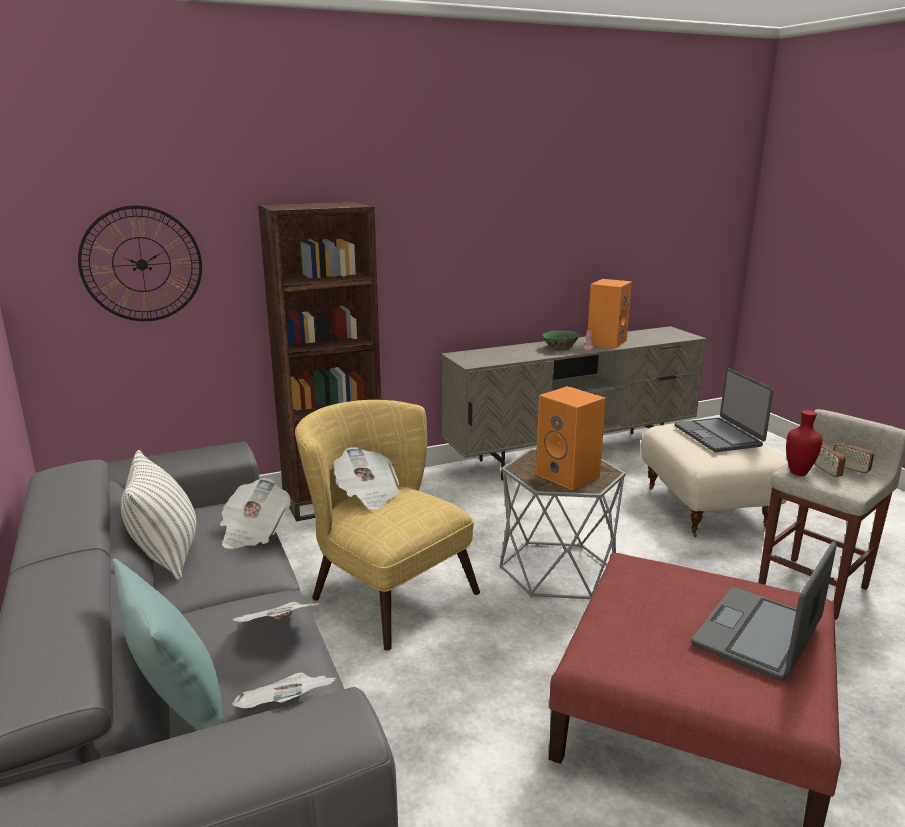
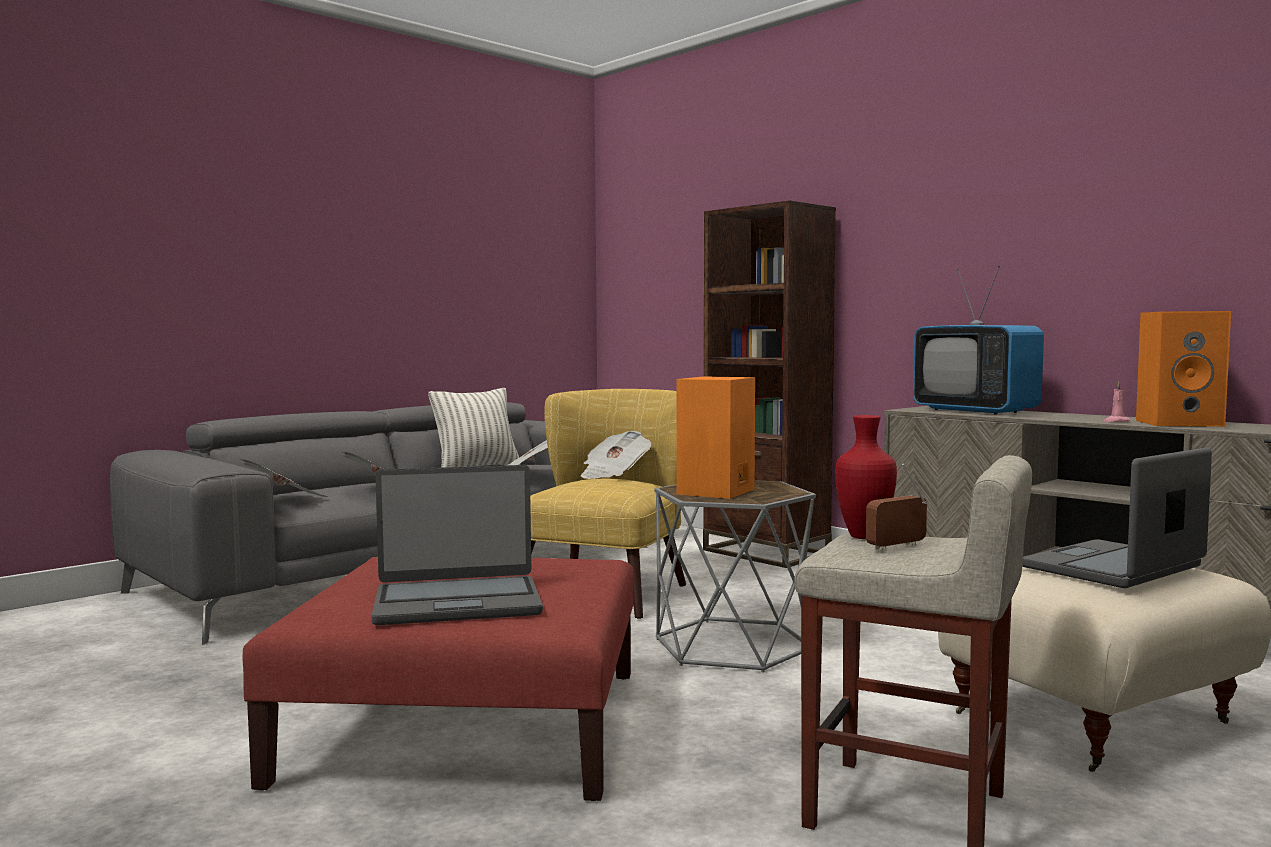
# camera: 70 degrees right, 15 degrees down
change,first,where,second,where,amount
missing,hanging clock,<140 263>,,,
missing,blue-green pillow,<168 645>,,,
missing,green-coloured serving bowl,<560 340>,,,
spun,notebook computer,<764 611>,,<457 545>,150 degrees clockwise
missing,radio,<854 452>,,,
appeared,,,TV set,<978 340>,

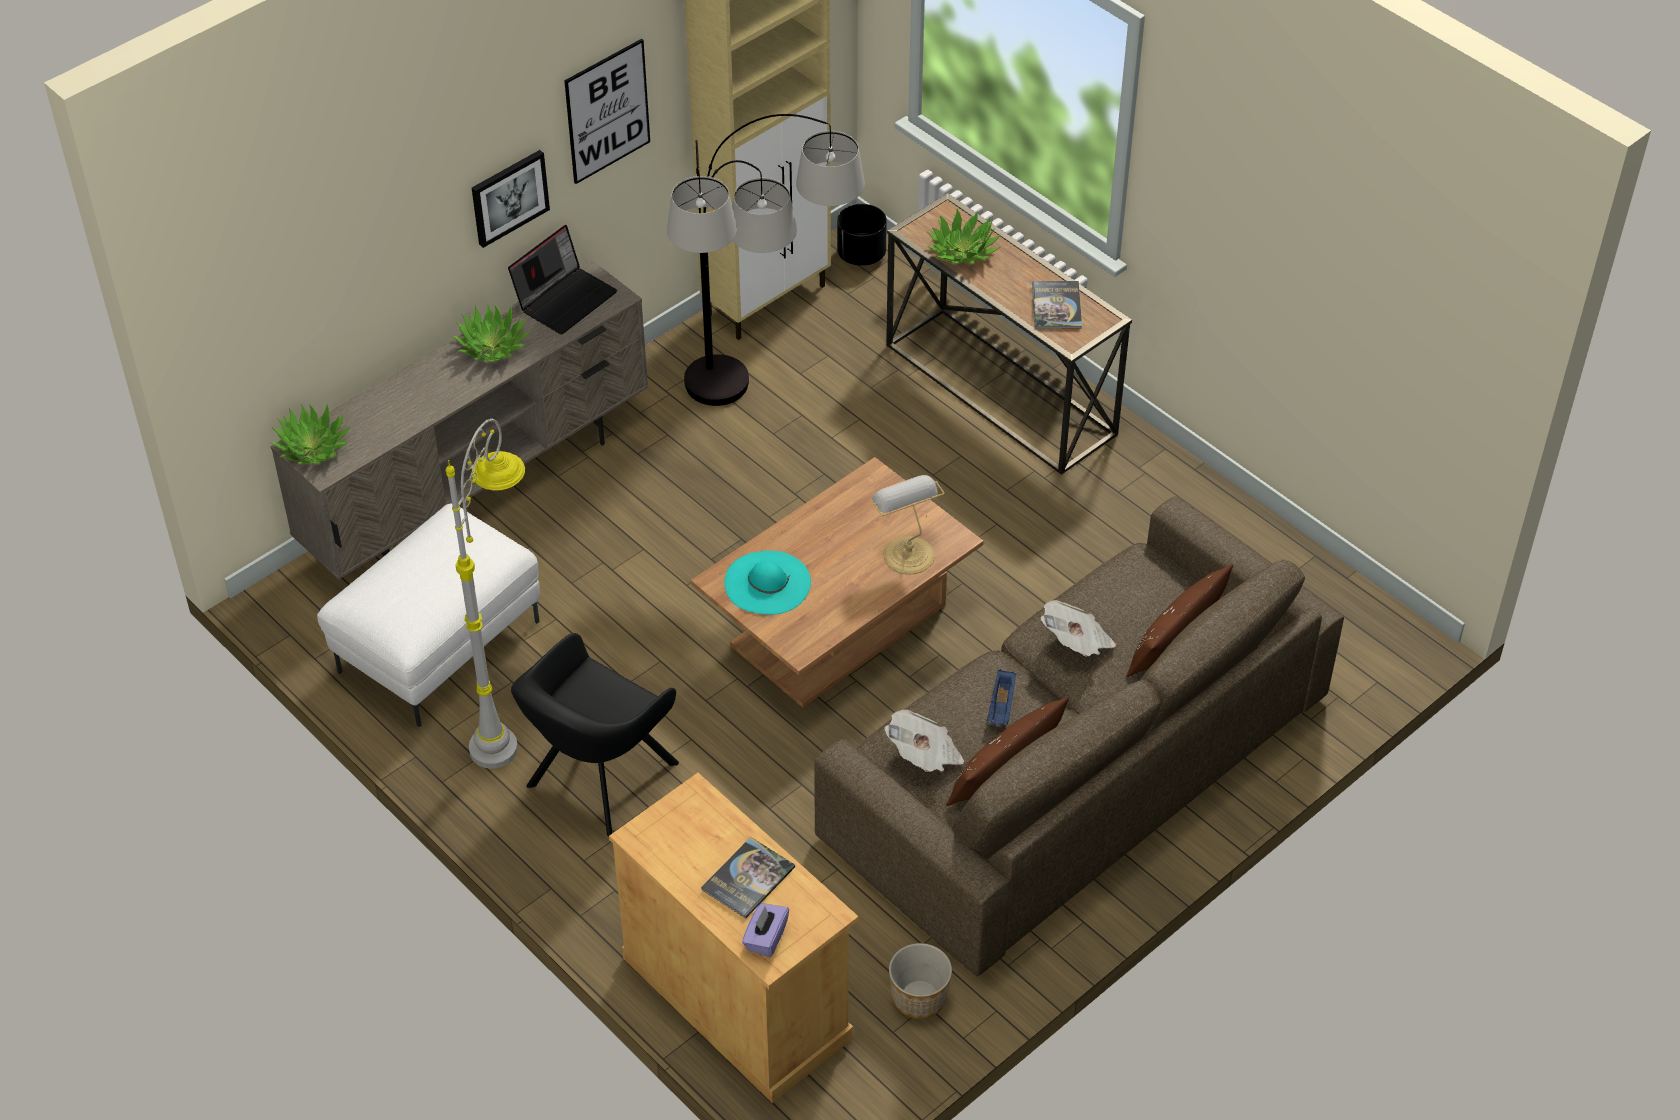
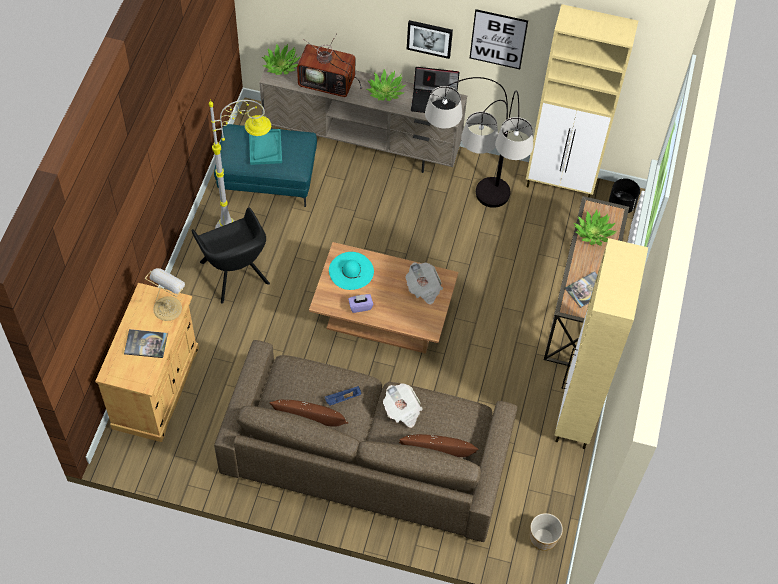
# camera: 55 degrees right, 10 degrees up
change,first,where,second,where,amount
colour,whitish footrest,<428 615>,blue-green footrest,<265 165>,
spun,black lounge chair,<595 735>,,<231 256>,120 degrees counterclockwise
relocated,purplish tissue box,<765 930>,,<361 303>,
relocated,table lamp,<908 525>,,<165 294>,
relocated,daily paper,<924 741>,,<424 283>,
relocated,plant pot,<920 981>,,<546 532>,
appeared,,,blue-green tray,<265 147>,
appeared,,,TV set,<329 65>,
appeared,,,sand-coloured cupboard,<601 343>,

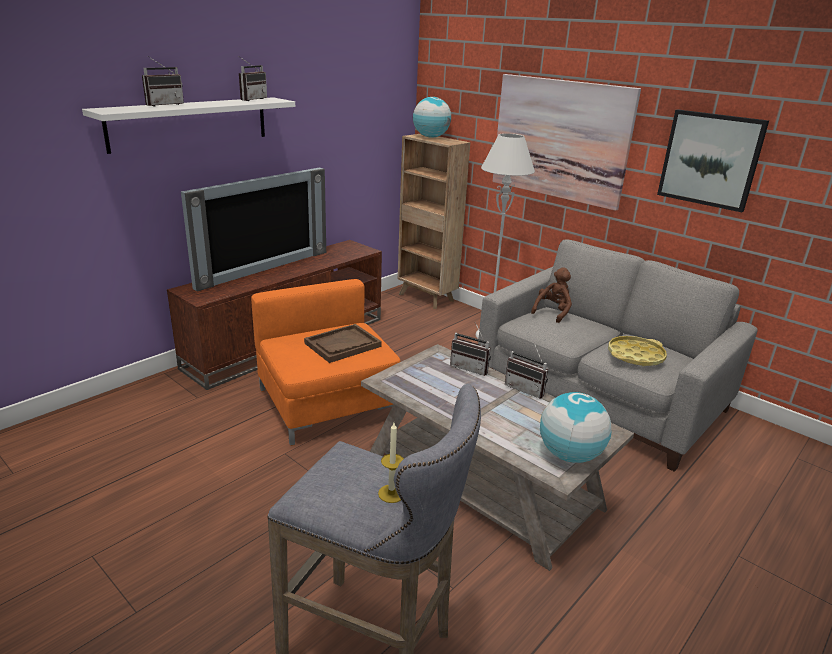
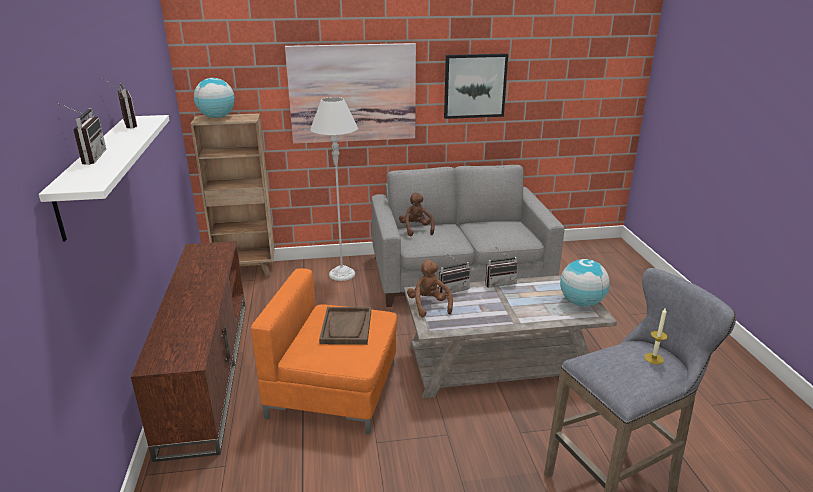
# camera: 50 degrees left, 0 degrees up
change,first,where,second,where,amount
missing,TV set,<253 229>,,,
missing,yellow-coloured tray,<637 351>,,,
appeared,,,brownish cuddly toy,<430 289>,

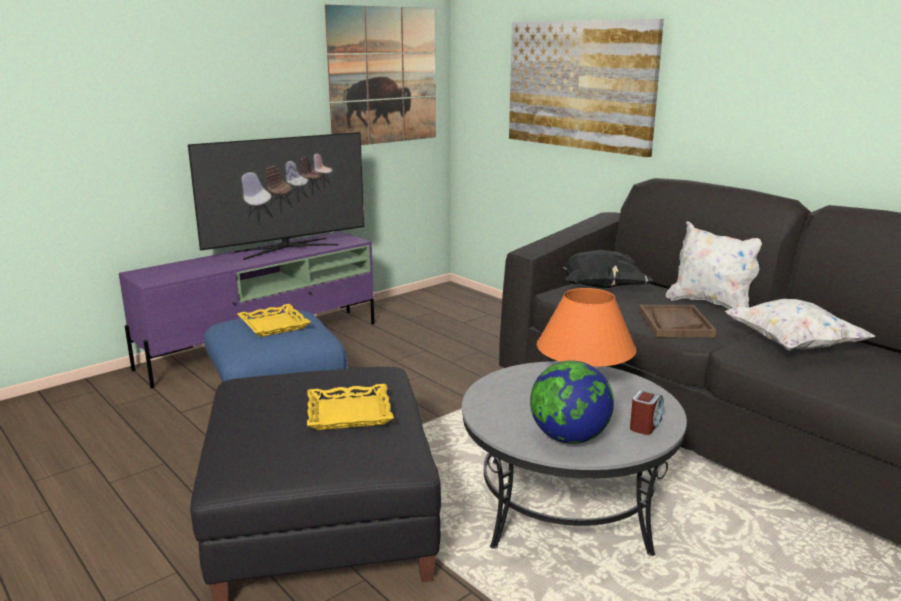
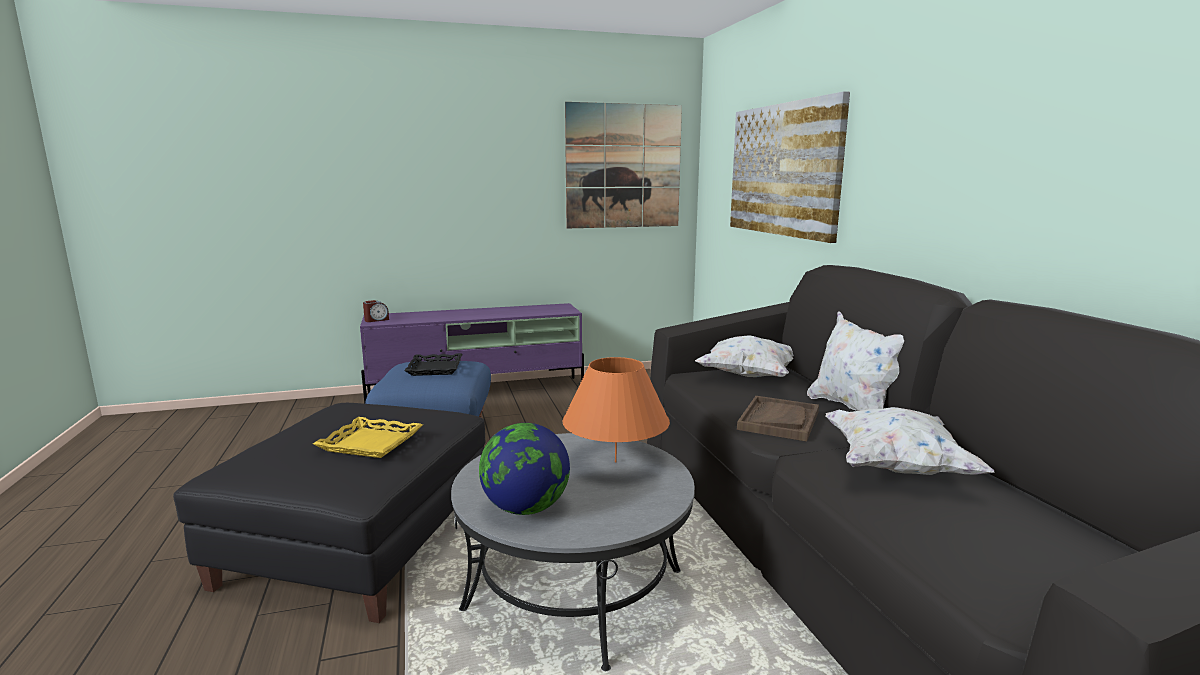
# camera: 25 degrees right, 5 degrees down
change,first,where,second,where,amount
missing,TV set,<276 196>,,,
colour,yellow-coloured tray,<274 320>,black tray,<433 364>,
colour,black pillow,<608 269>,whitish pillow,<744 356>,
relocated,table clock,<647 412>,,<376 311>,

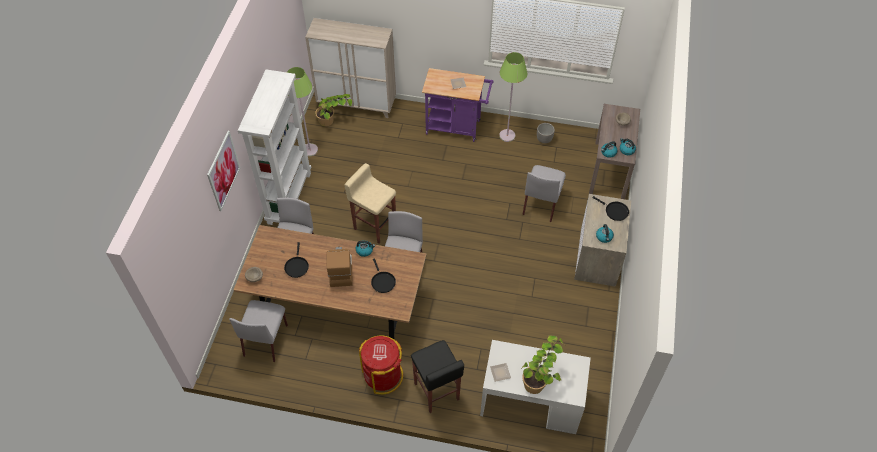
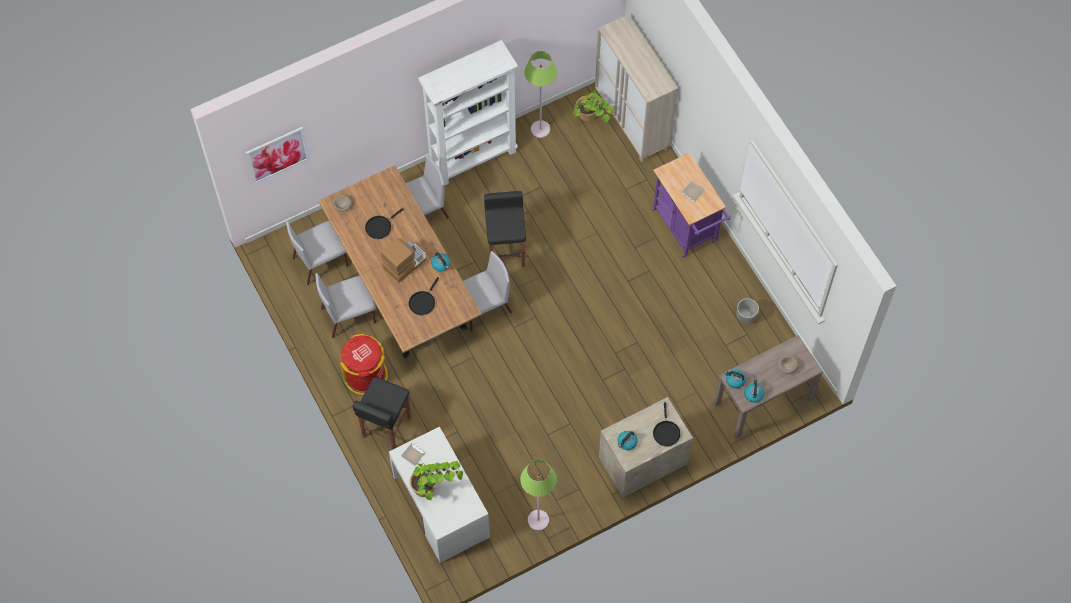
# camera: 50 degrees right, 10 degrees up
change,first,where,second,where,amount
relocated,wall art,<223 171>,,<278 155>,
colour,sand-coloured sitting stool,<370 203>,black sitting stool,<505 229>,
relocated,green-coloured standard lamp,<513 97>,,<538 495>,
relocated,greyish plain chair,<544 193>,,<345 305>,

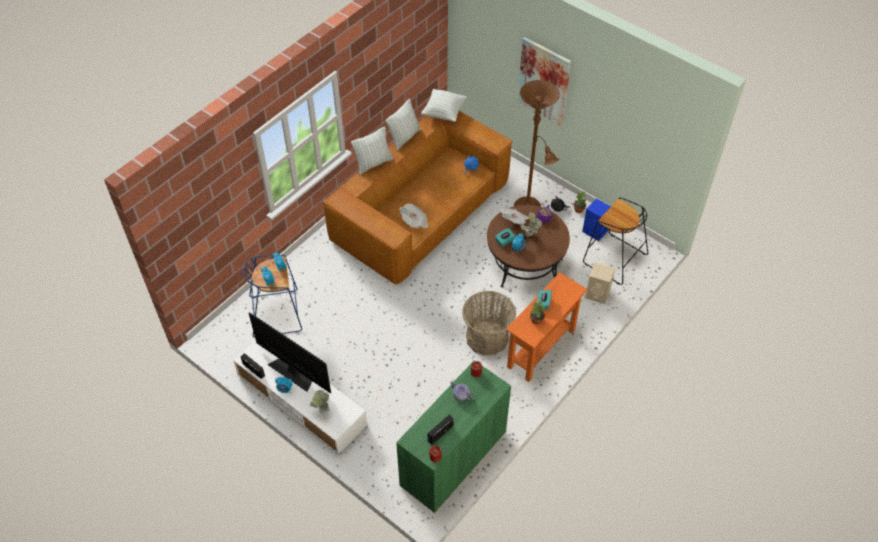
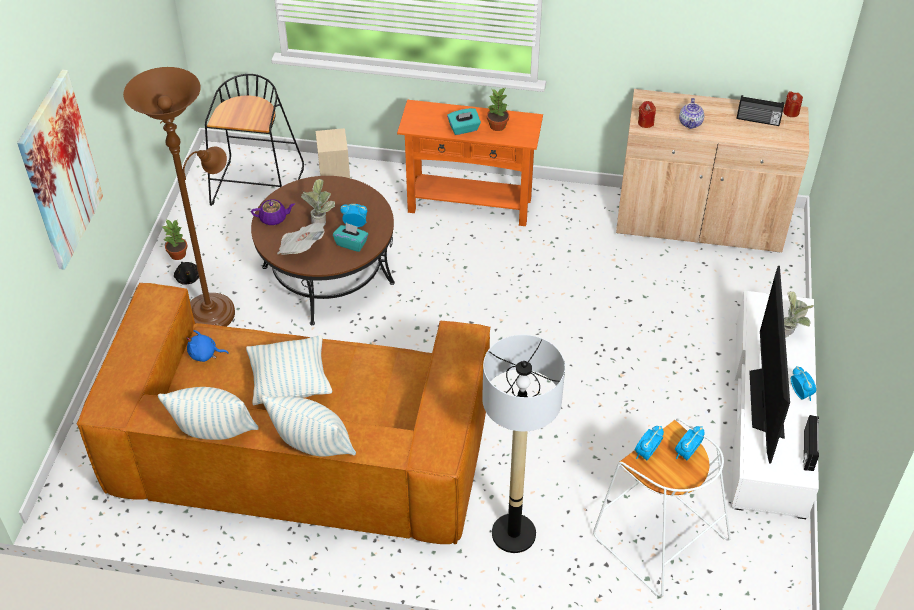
# camera: 120 degrees left, 5 degrees down
change,first,where,second,where,amount
colour,bluish sitting stool,<272 296>,whitish sitting stool,<662 507>,
colour,green-coloured cupboard,<453 436>,sand-coloured cupboard,<712 170>,
missing,daily paper,<414 215>,,,
relocated,pillow,<444 105>,,<289 370>,
missing,basket,<489 323>,,,
missing,bluish loudspeaker,<596 219>,,,
appeared,,,standard lamp,<523 444>,

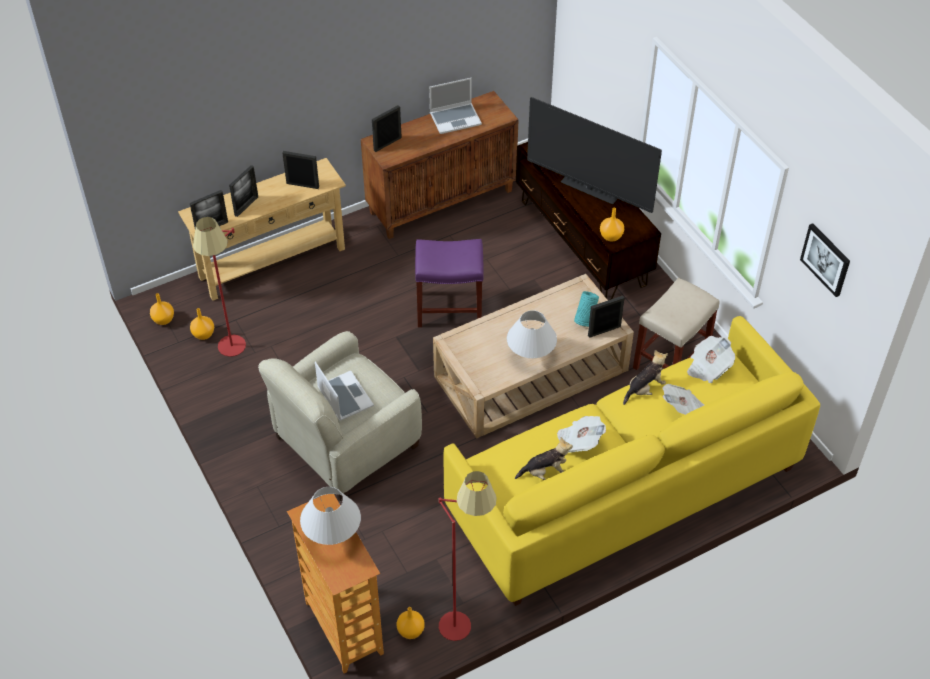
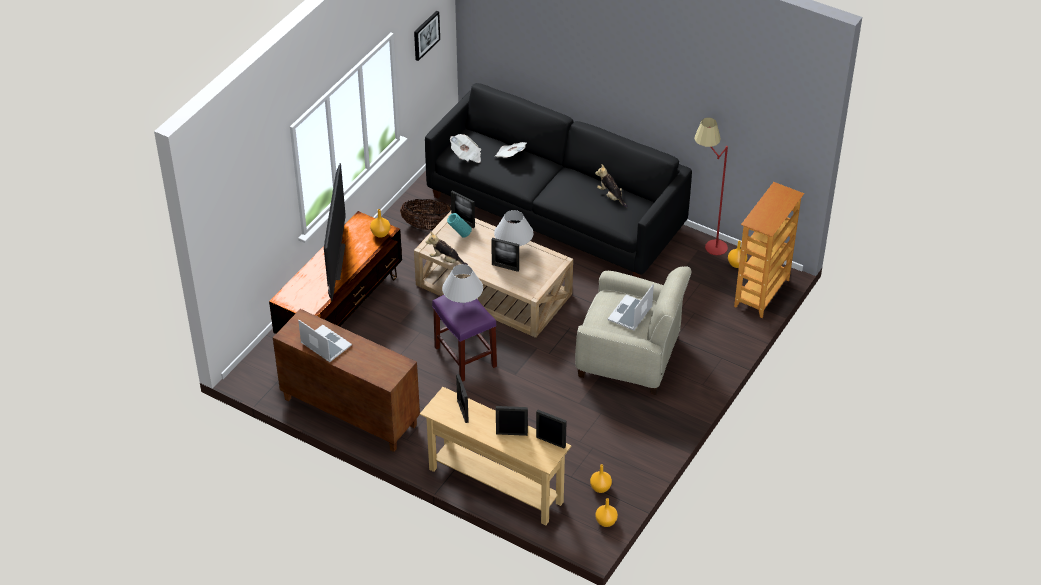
# camera: 120 degrees left, 5 degrees down
change,first,where,second,where,amount
missing,reddish standard lamp,<219 287>,,,
relocated,whitish table lamp,<330 516>,,<462 284>,
relocated,standing frame,<387 128>,,<505 255>,
colour,yellow-coloured sofa,<631 461>,black sofa,<558 180>,
missing,daily paper,<581 434>,,,
relocated,cuddly toy,<645 377>,,<447 248>,
exchanged,sand-coloured sitting stool,<676 324>,basket,<425 214>,

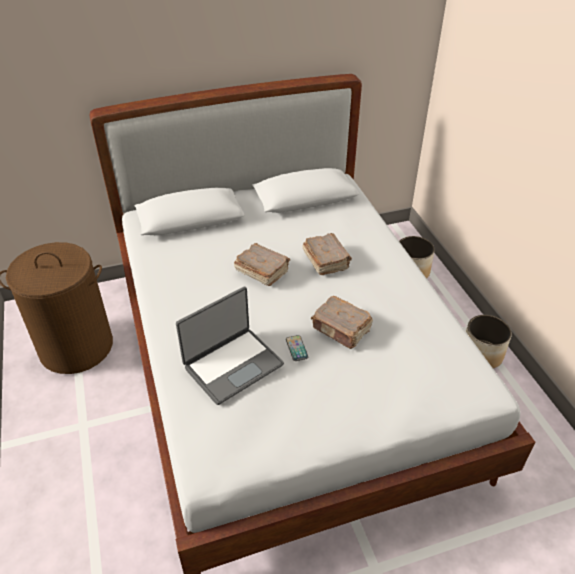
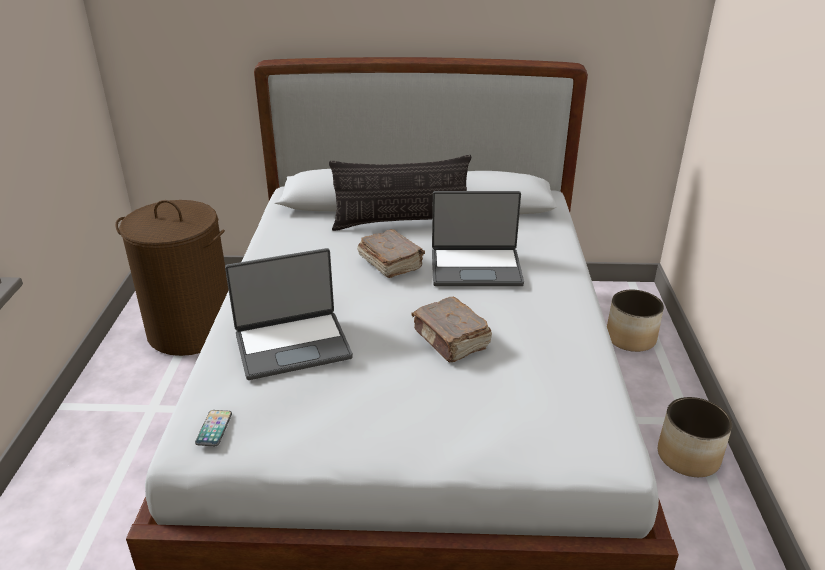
# camera: 20 degrees right, 10 degrees down
change,first,where,second,where,amount
relocated,handset,<297 348>,,<213 428>,
exchanged,brownish book,<327 254>,notebook computer,<478 238>,
appeared,,,pillow,<400 193>,

